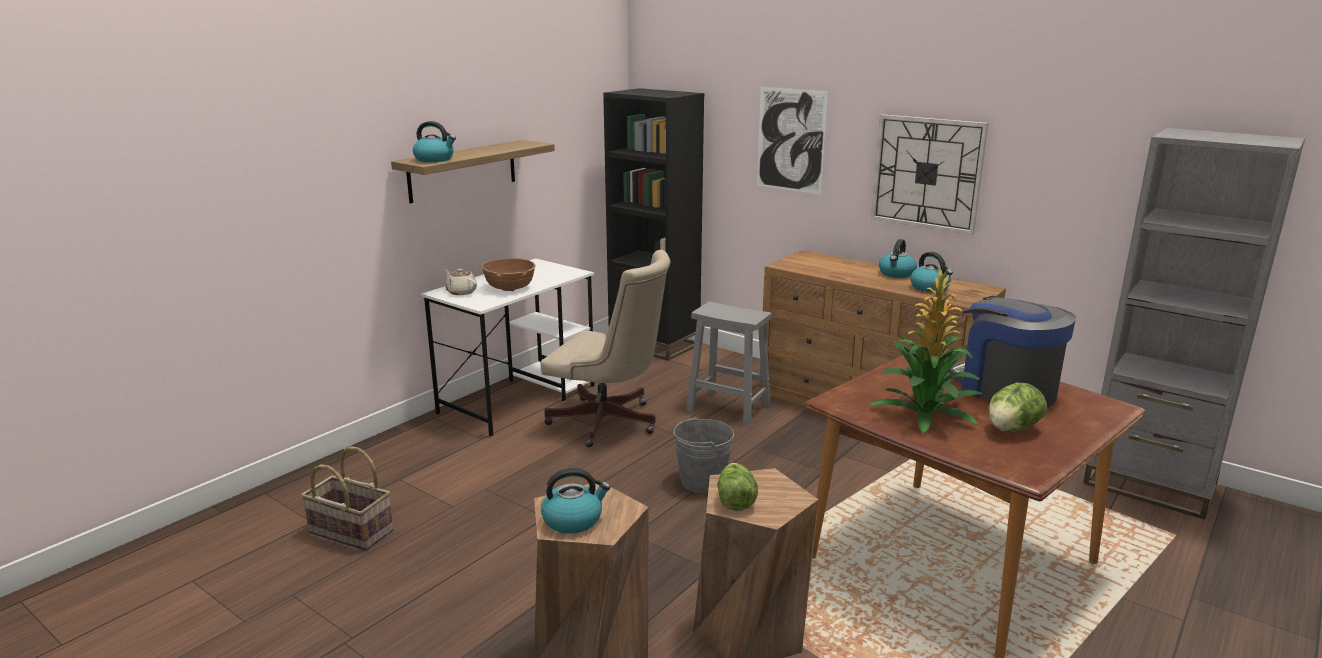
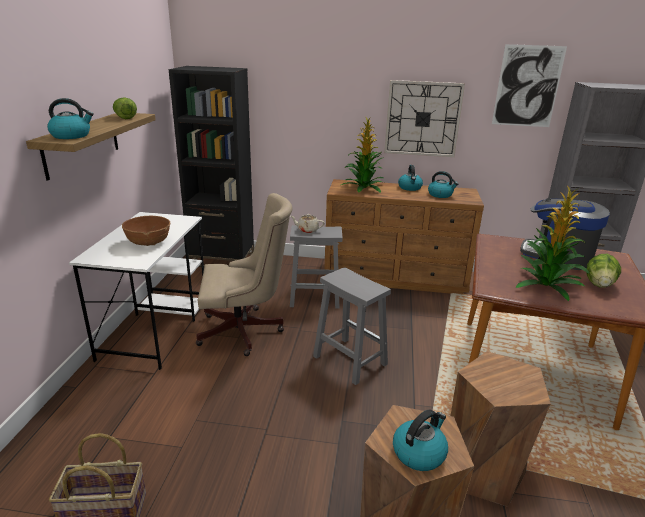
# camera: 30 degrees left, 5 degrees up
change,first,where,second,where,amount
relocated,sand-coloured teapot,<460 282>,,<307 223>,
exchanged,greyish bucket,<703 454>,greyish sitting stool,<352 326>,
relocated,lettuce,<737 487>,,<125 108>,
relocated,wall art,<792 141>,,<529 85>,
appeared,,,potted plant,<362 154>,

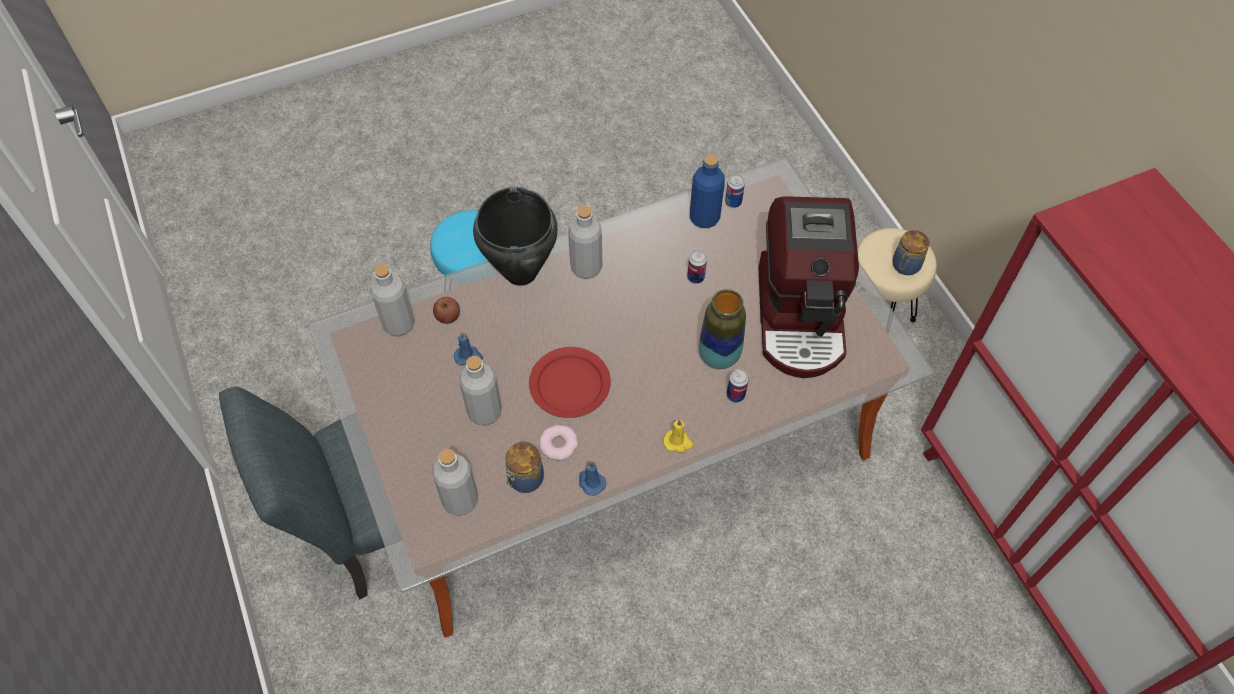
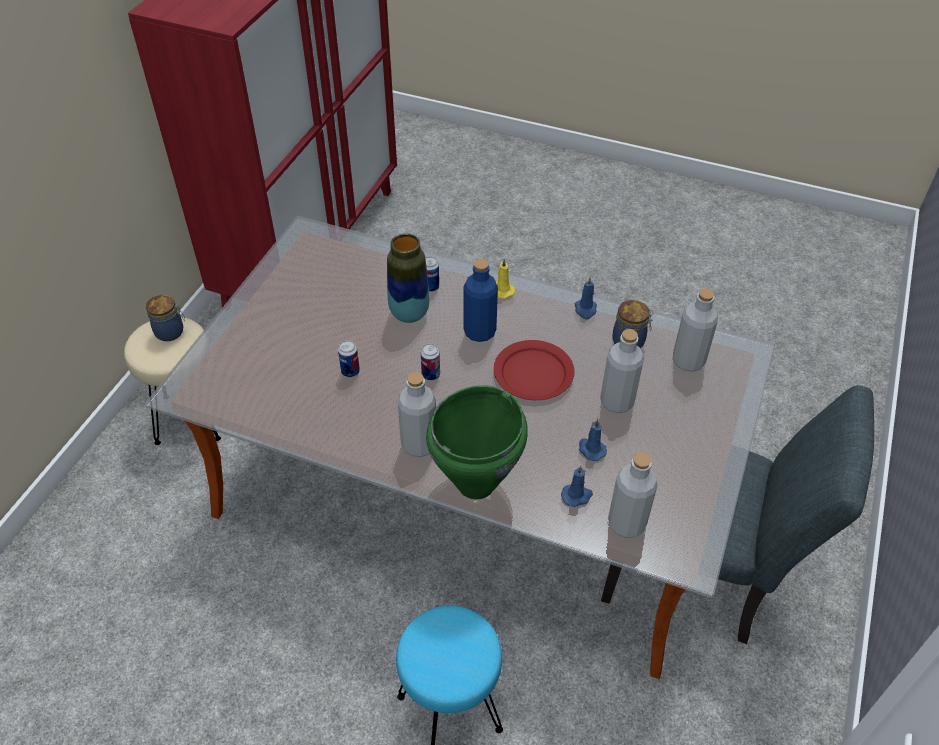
# camera: 135 degrees left, 10 degrees down
change,first,where,second,where,amount
exchanged,whole apple,<446 310>,bluish wax candle,<577 486>,
colour,black cooking pot,<515 236>,green-coloured cooking pot,<477 442>,
missing,donut,<558 443>,,,
relocated,bluish beverage bottle,<707 191>,,<481 300>,
relocated,can,<735 191>,,<430 362>,
missing,coffee maker,<808 287>,,,

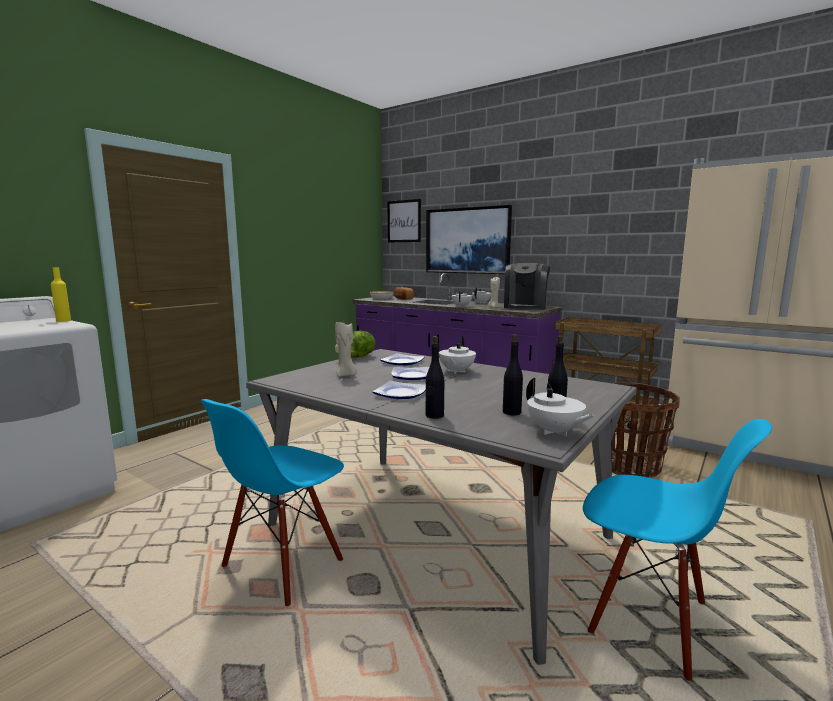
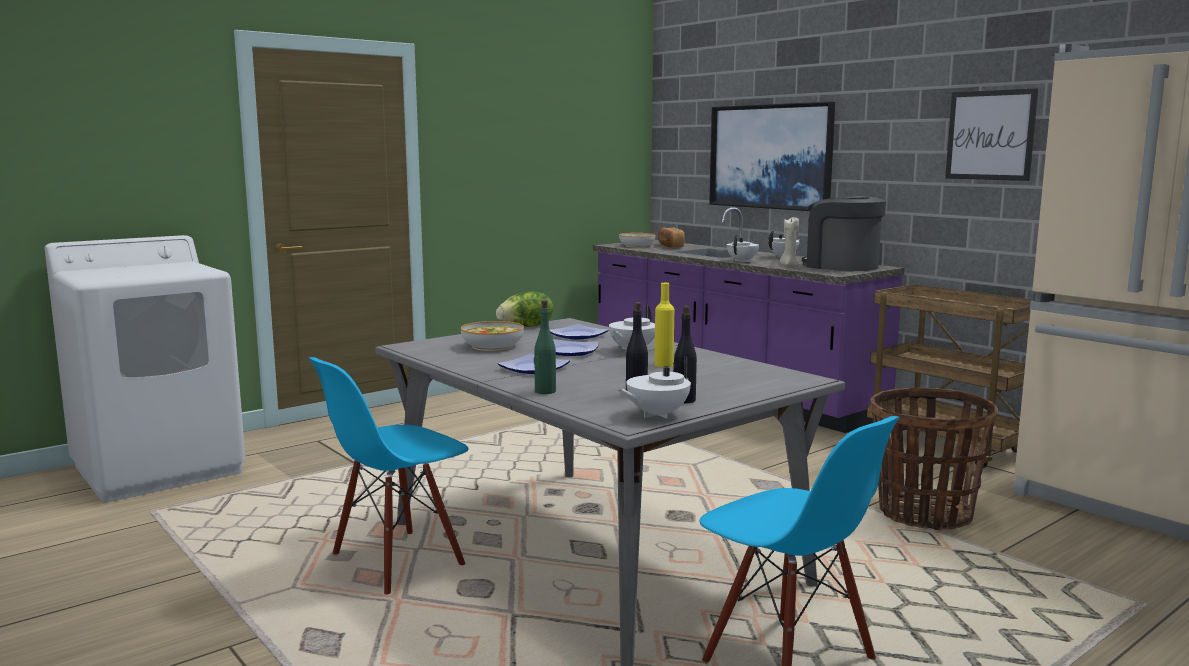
# camera: 15 degrees right, 0 degrees up
change,first,where,second,where,amount
relocated,yellow-coloured beverage bottle,<61 294>,,<664 325>,
exchanged,sand-coloured wax candle,<346 349>,serving bowl,<492 336>,
relocated,wall art,<404 220>,,<991 134>,
colour,black beverage bottle,<435 377>,green-coloured beverage bottle,<545 347>,
spun,coffee maker,<527 286>,,<844 233>,105 degrees clockwise
spun,whitish teapot,<560 407>,,<656 387>,75 degrees clockwise

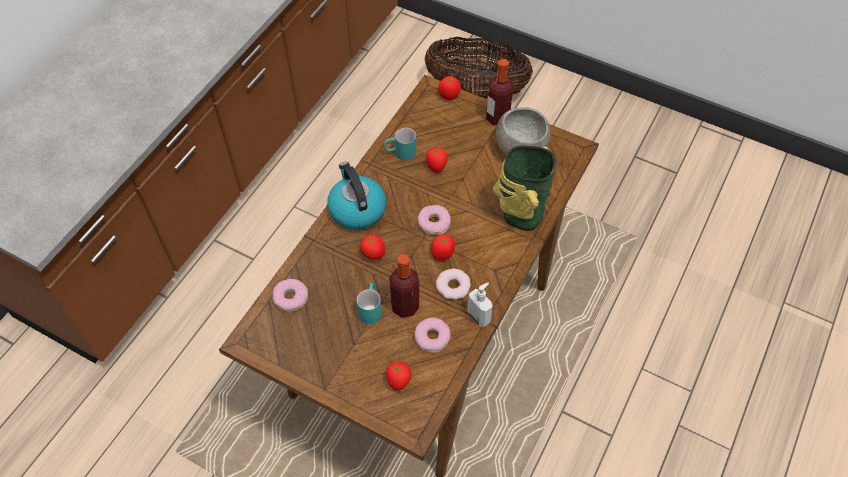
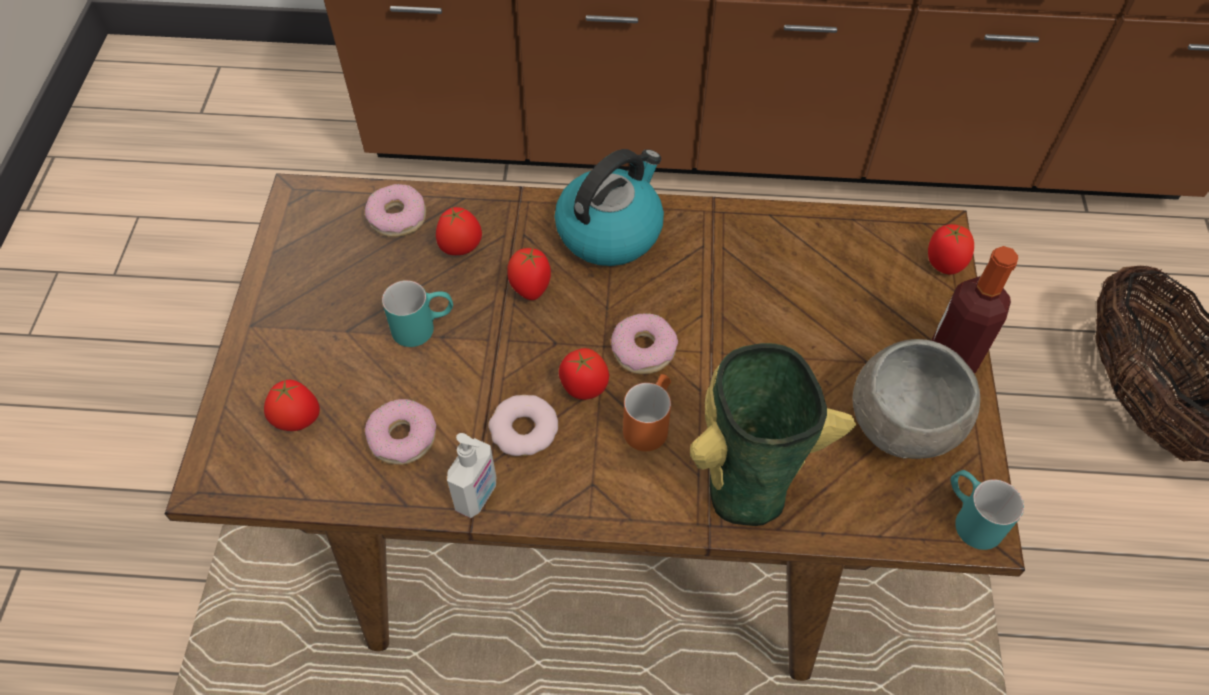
# camera: 65 degrees right, 0 degrees up
change,first,where,second,where,amount
relocated,blue-green coffee mug,<400 144>,,<987 510>,
missing,beverage bottle,<404 286>,,,
relocated,tomato,<437 160>,,<459 231>,
appeared,,,orange-coloured coffee mug,<647 412>,

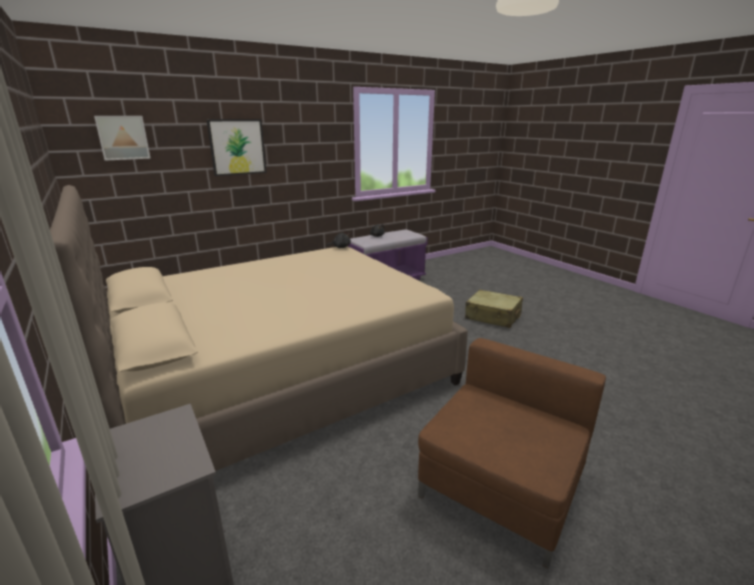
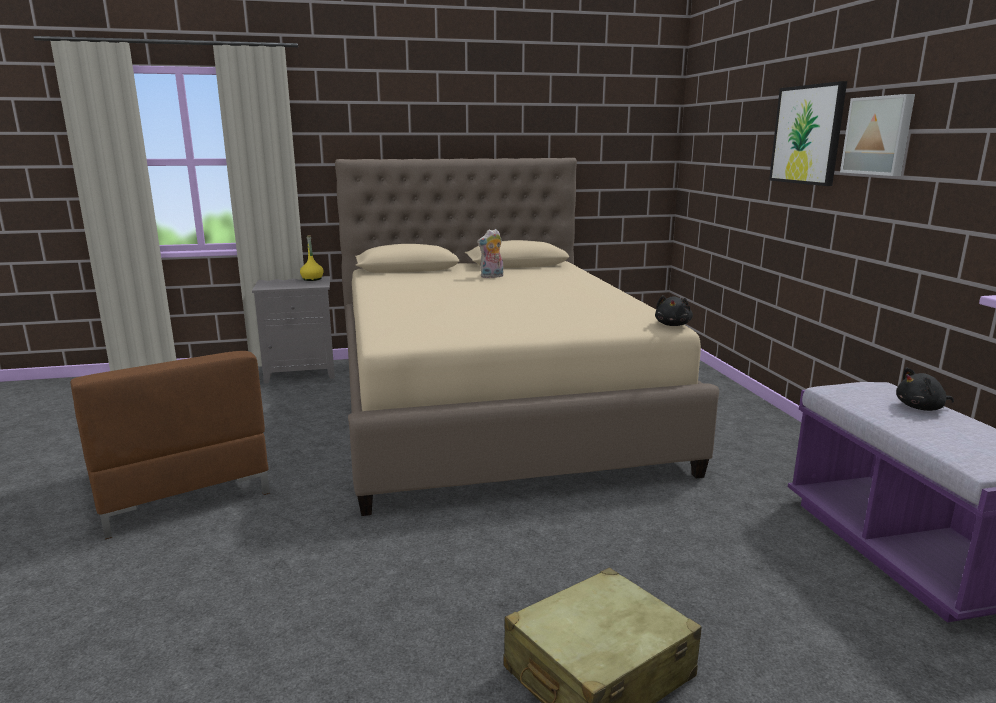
# camera: 110 degrees right, 5 degrees down
change,first,where,second,where,amount
relocated,wall art,<122 138>,,<877 135>,
appeared,,,yellow-coloured beverage bottle,<312 258>,
appeared,,,cuddly toy,<490 253>,

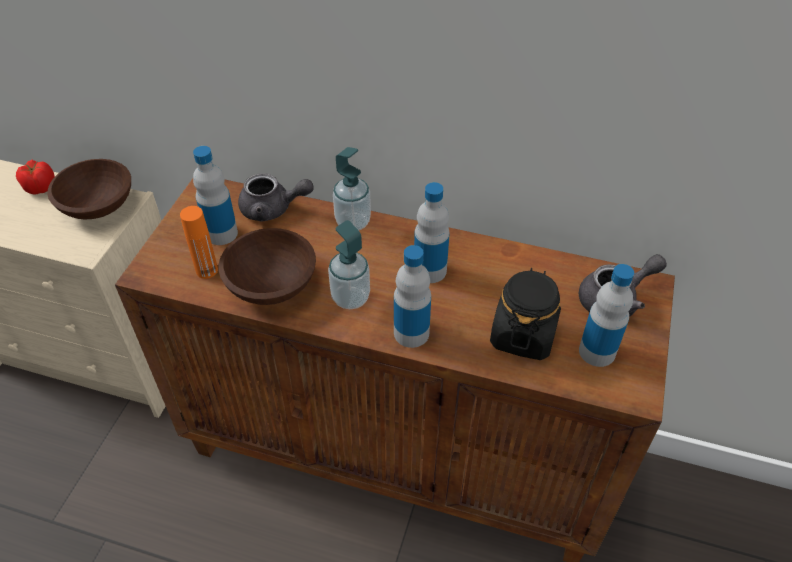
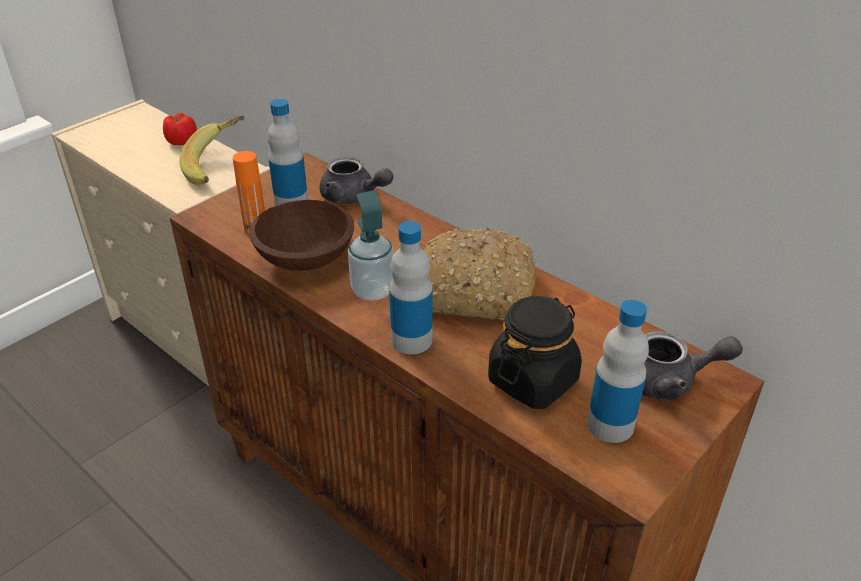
# camera: 25 degrees right, 10 degrees down
change,first,where,second,where,amount
exchanged,brownish serving bowl,<89 189>,banana,<211 150>,
missing,soap bottle,<352 188>,,,
exchanged,beverage bottle,<432 232>,bakery bread,<480 274>,

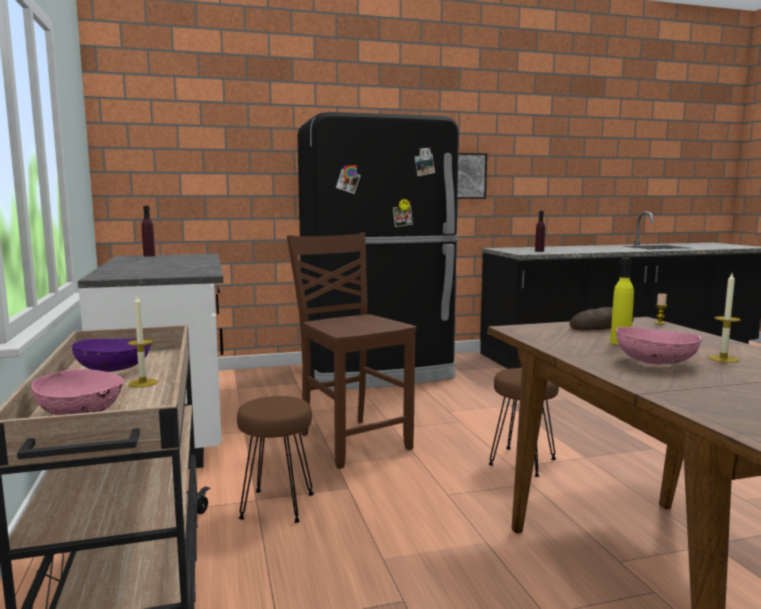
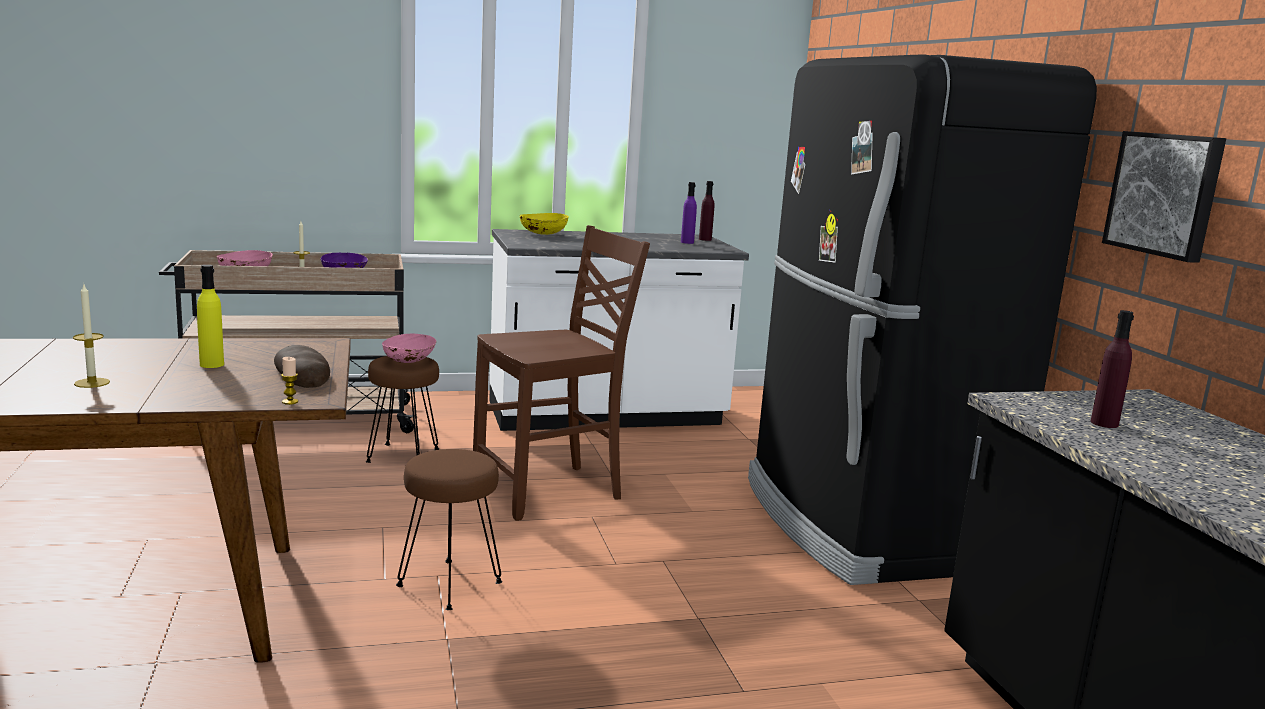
# camera: 90 degrees right, 5 degrees up
change,first,where,second,where,amount
relocated,pink serving bowl,<659 345>,,<409 348>,
appeared,,,yellow-coloured serving bowl,<544 224>,
appeared,,,purplish beverage bottle,<689 213>,

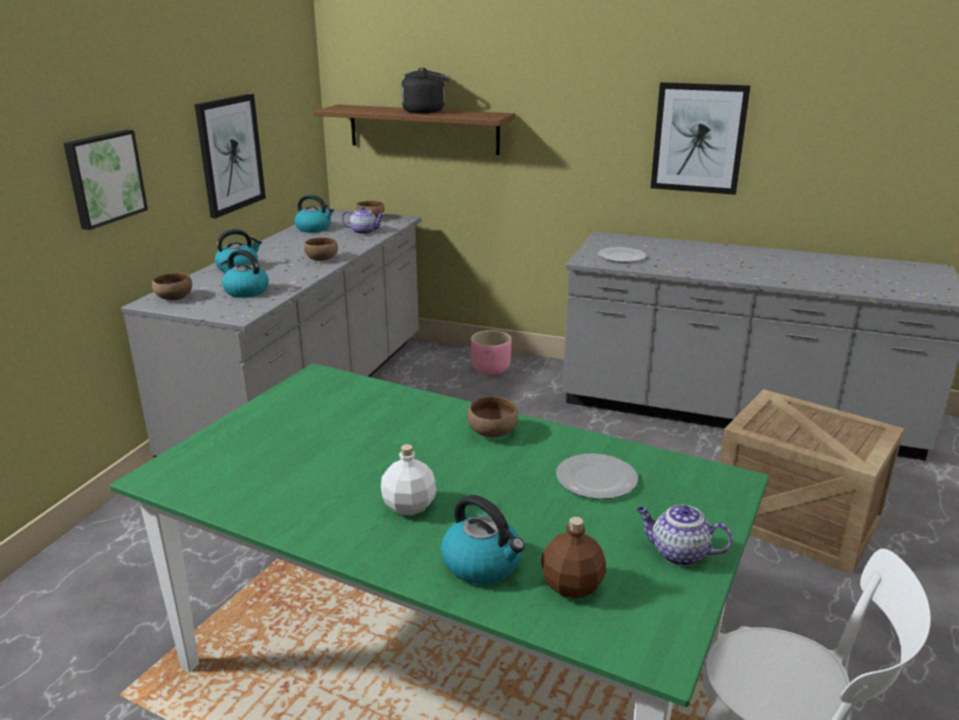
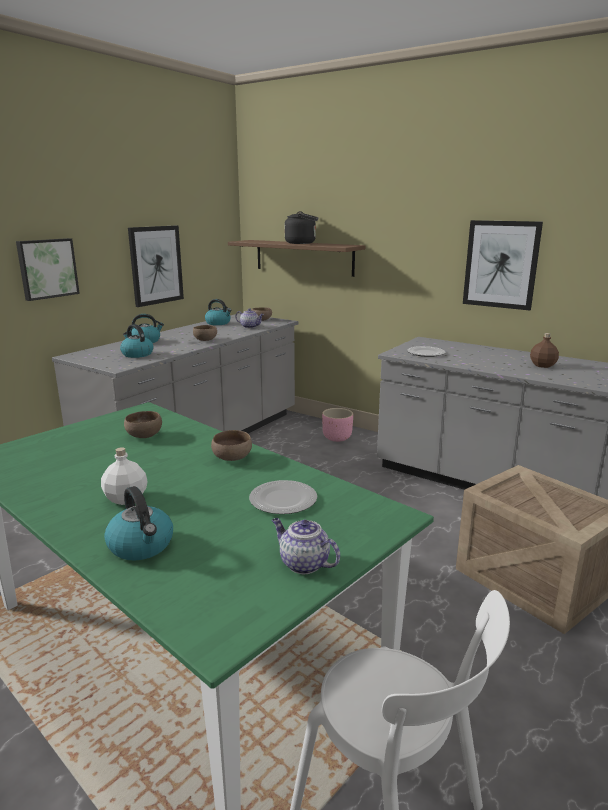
# camera: 15 degrees right, 5 degrees down
change,first,where,second,where,amount
relocated,brownish serving bowl,<172 286>,,<143 424>,
relocated,brownish beverage bottle,<573 557>,,<544 350>,

